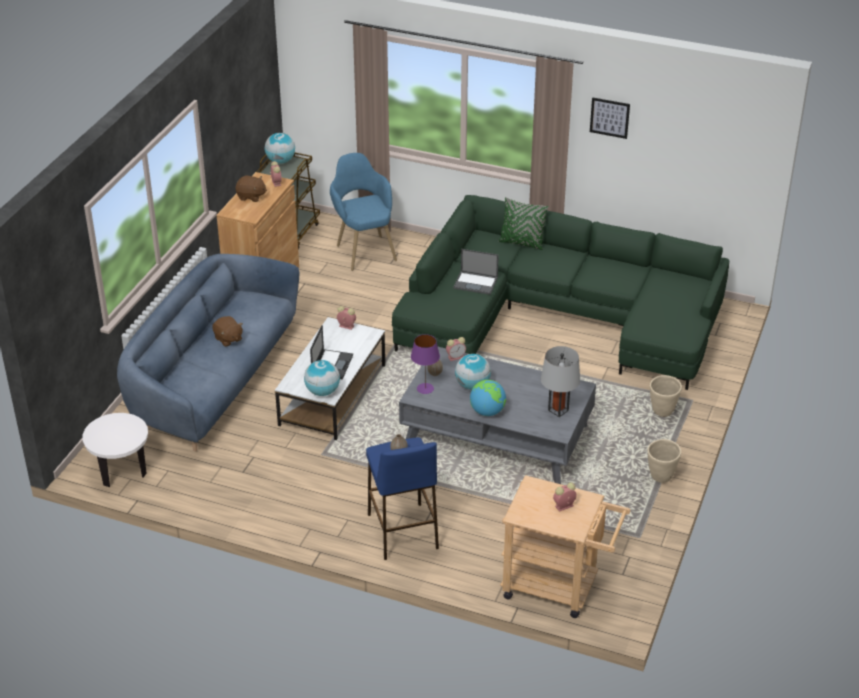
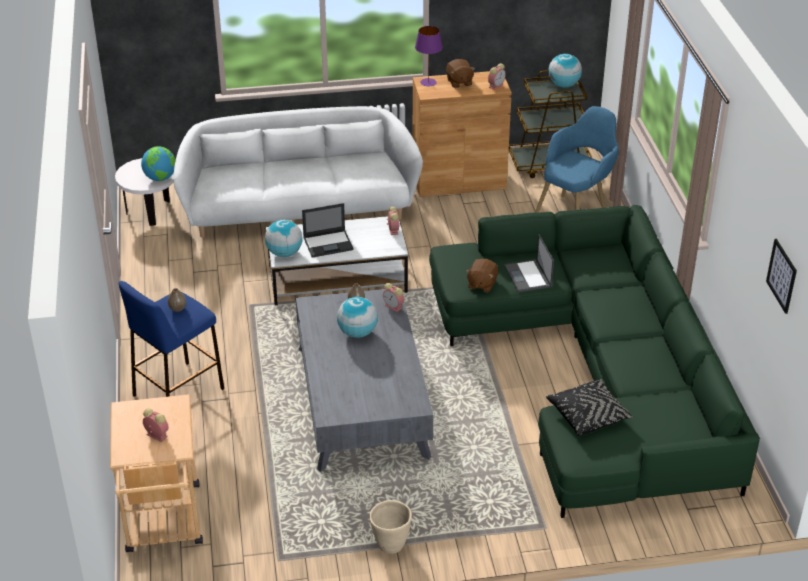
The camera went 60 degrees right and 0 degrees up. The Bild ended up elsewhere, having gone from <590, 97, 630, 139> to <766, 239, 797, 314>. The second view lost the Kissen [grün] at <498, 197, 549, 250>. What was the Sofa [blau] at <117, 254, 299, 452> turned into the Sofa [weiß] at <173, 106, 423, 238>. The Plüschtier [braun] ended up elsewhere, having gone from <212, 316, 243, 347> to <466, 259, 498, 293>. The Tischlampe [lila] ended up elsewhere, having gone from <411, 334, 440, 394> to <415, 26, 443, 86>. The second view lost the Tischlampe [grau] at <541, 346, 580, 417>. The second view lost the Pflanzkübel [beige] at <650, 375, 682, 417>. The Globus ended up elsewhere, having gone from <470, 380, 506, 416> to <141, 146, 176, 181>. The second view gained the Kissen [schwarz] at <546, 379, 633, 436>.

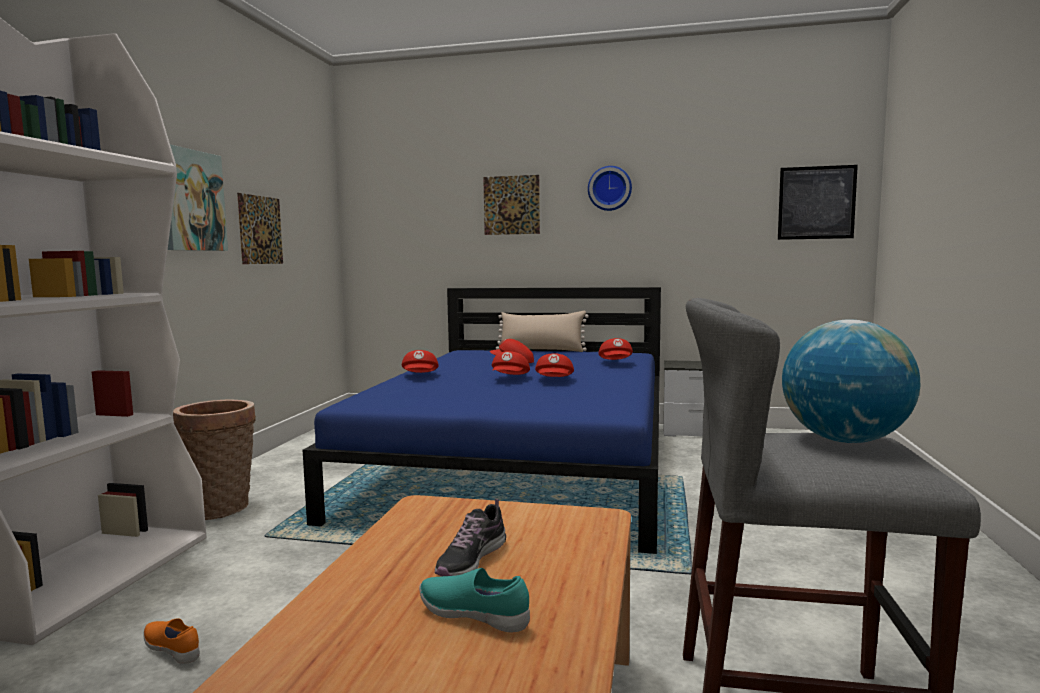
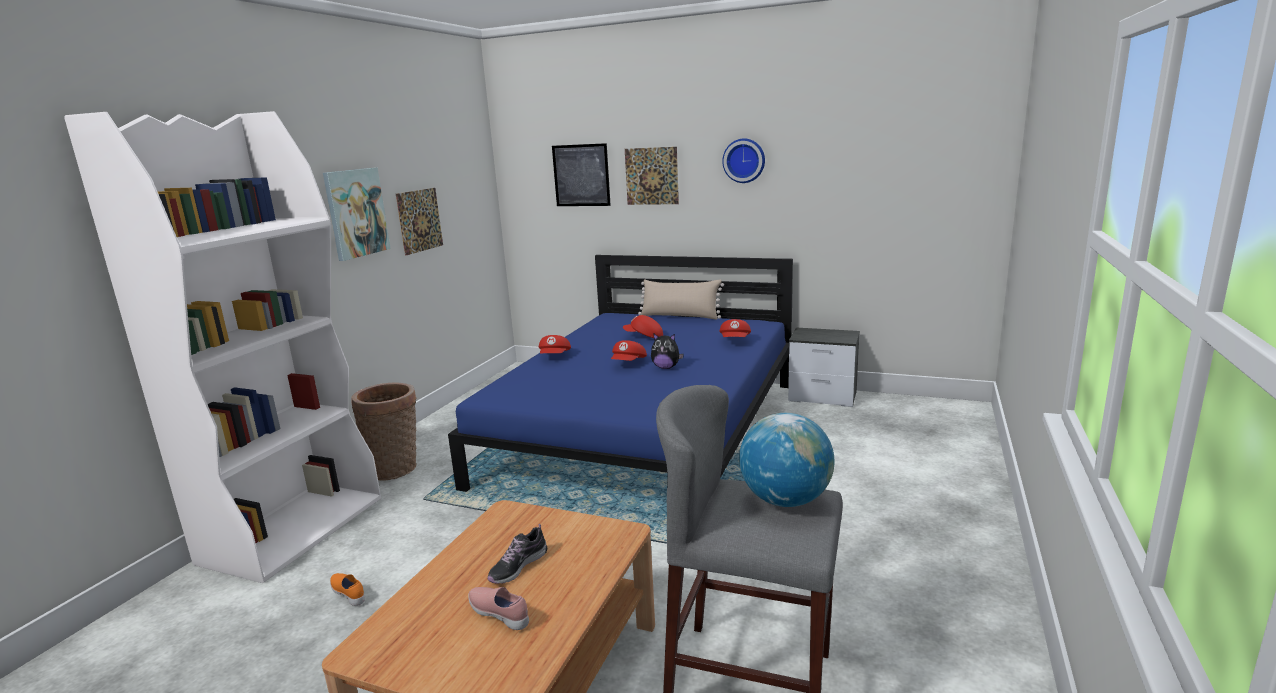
The camera went 10 degrees right and 10 degrees up. The Bild ended up elsewhere, having gone from <778, 165, 858, 240> to <552, 143, 611, 206>. Where the Kappe [rot] stood at <535, 353, 574, 377>, the Plüschtier came to stand at <651, 333, 684, 369>. What was the Schuh [türkis] at <419, 568, 530, 632> turned into the Schuh [rosa] at <468, 587, 529, 630>.

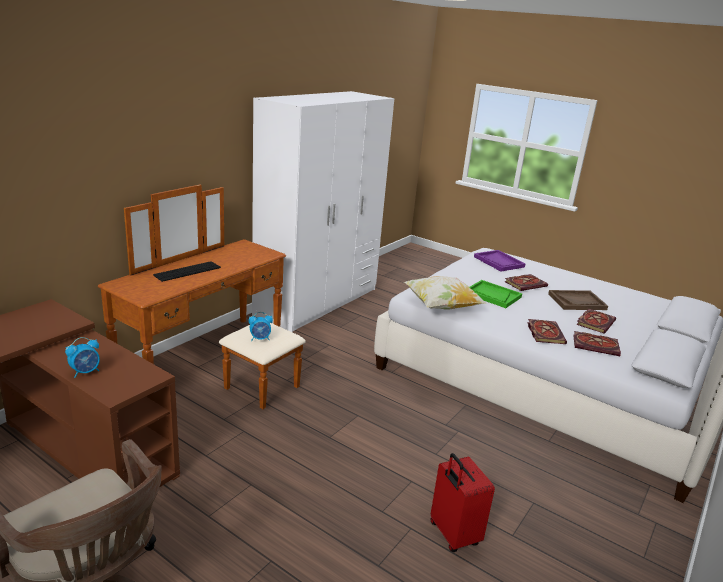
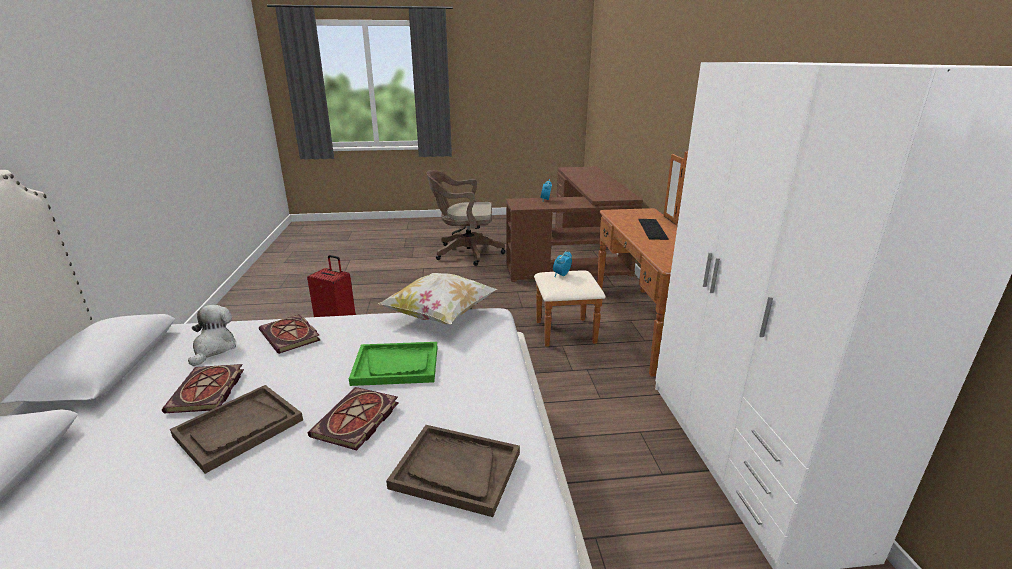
The camera went 140 degrees right and 0 degrees up. What was the Tablett [lila] at <474, 250, 525, 271> turned into the Tablett [braun] at <386, 425, 520, 517>. Where the Buch stood at <573, 331, 621, 356>, the Plüschtier came to stand at <188, 305, 236, 366>.

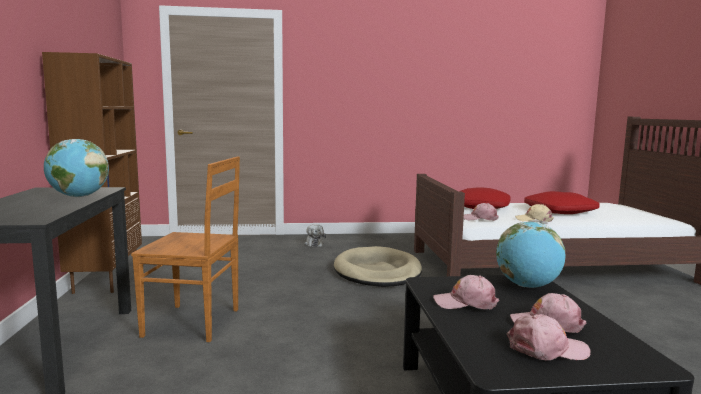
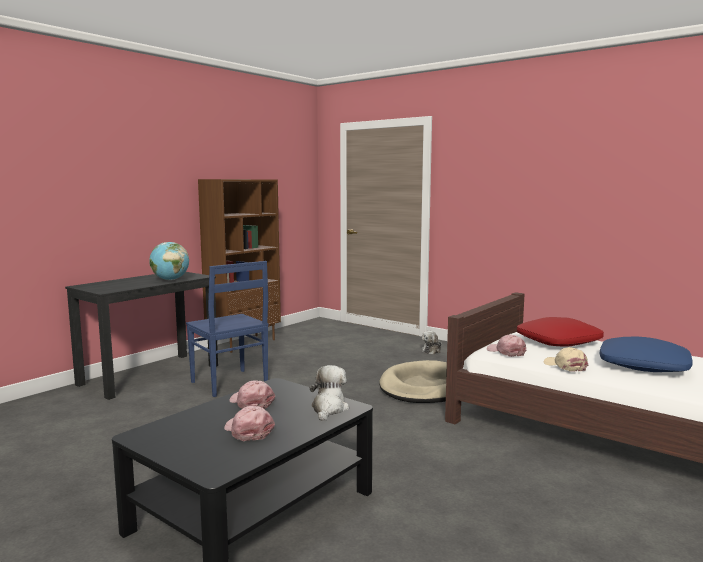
The camera went 45 degrees right and 0 degrees up. What was the Stuhl [braun] at <131, 156, 240, 342> turned into the Stuhl [blau] at <186, 261, 268, 397>. What was the Kissen [rot] at <524, 191, 600, 214> turned into the Kissen [blau] at <600, 336, 693, 372>. Where the Globus stood at <496, 222, 565, 288>, the Plüschtier came to stand at <309, 365, 349, 421>. The second view lost the Kappe [rosa] at <507, 314, 590, 361>.

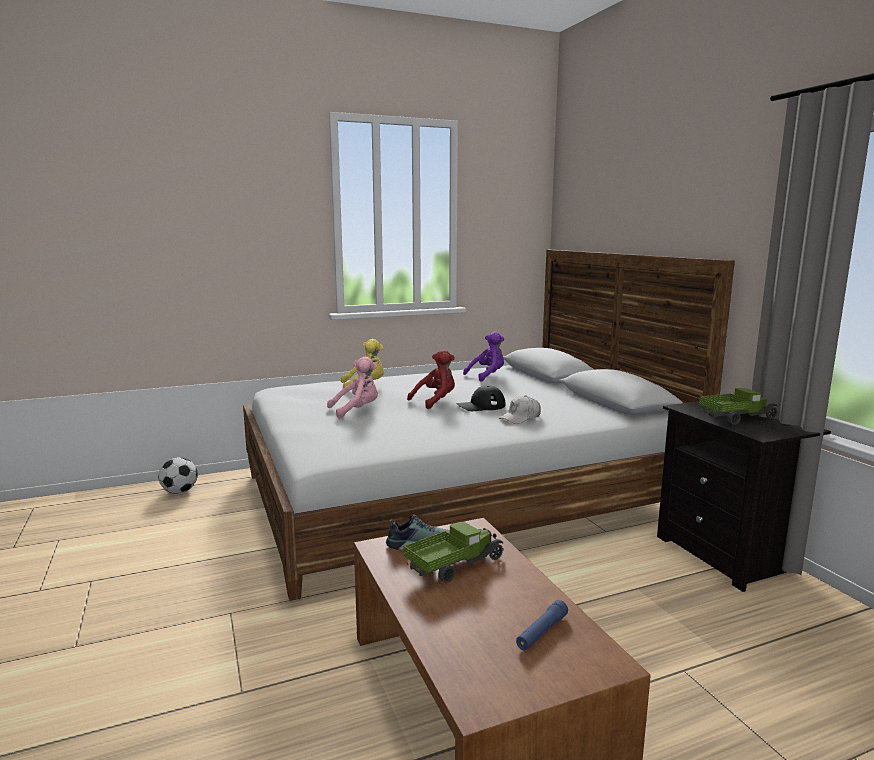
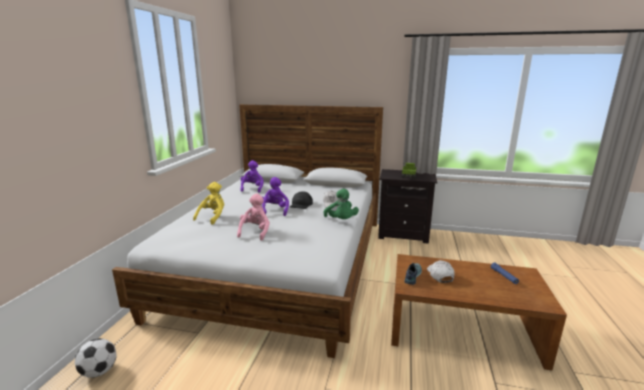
The camera went 55 degrees left and 5 degrees up. What was the Plüschtier [rot] at <407, 349, 455, 409> turned into the Plüschtier [lila] at <262, 177, 289, 216>. Where the Spielzeuglaster stood at <404, 522, 504, 583>, the Kappe [weiß] came to stand at <427, 260, 455, 283>. The second view gained the Plüschtier [grün] at <324, 189, 359, 219>.

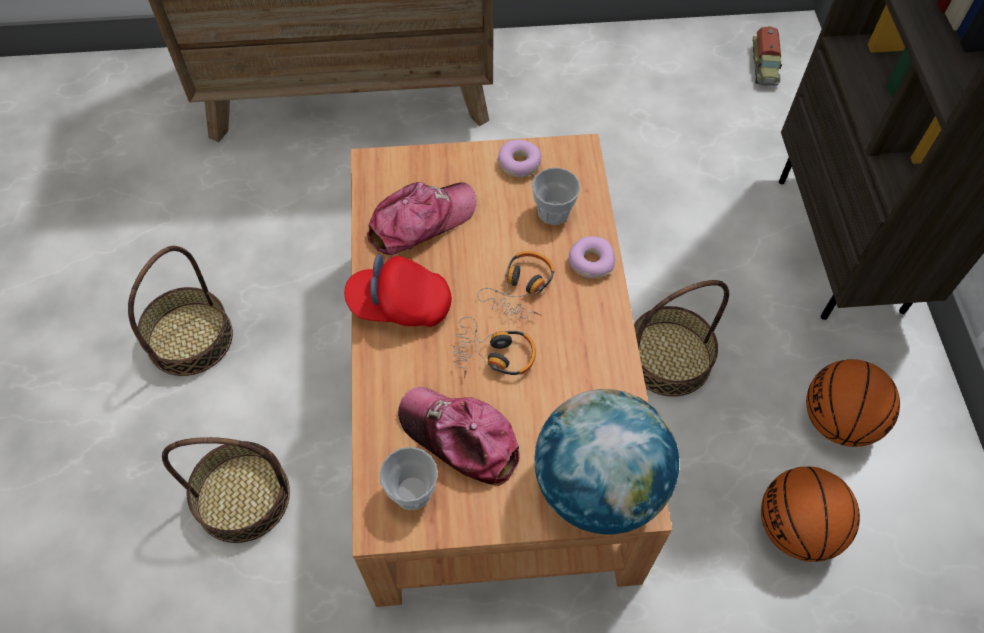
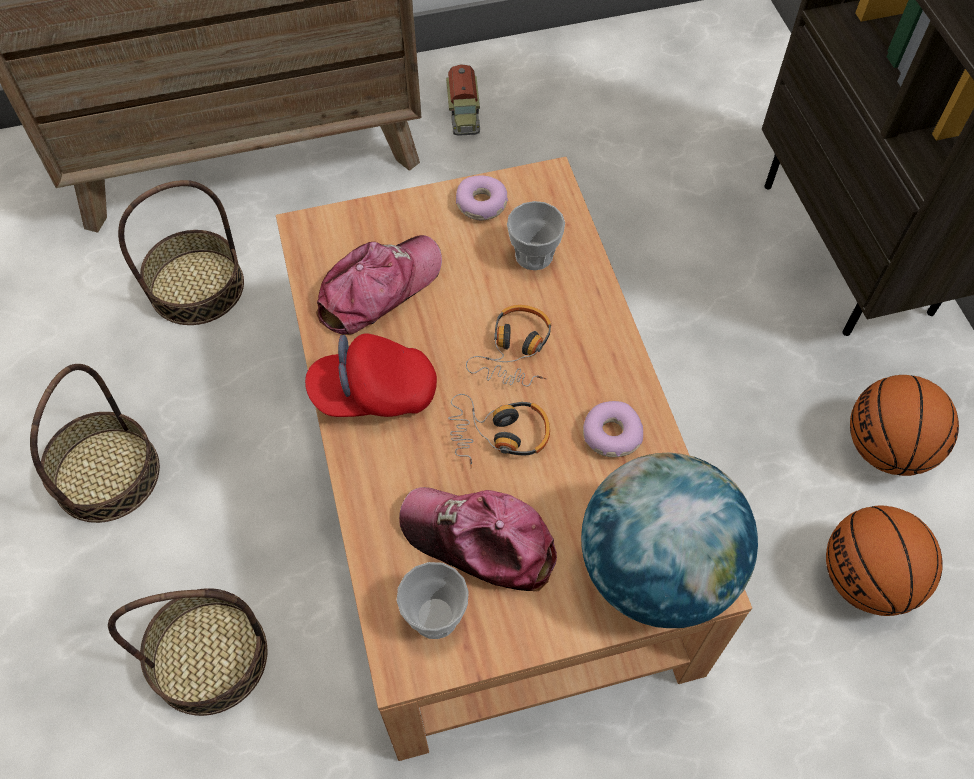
The camera went 10 degrees left and 0 degrees up. The Spielzeuglaster ended up elsewhere, having gone from <753, 26, 782, 86> to <446, 64, 480, 136>. The Donut ended up elsewhere, having gone from <569, 236, 616, 278> to <583, 401, 643, 457>. The Korb ended up elsewhere, having gone from <634, 280, 729, 396> to <118, 180, 244, 325>.

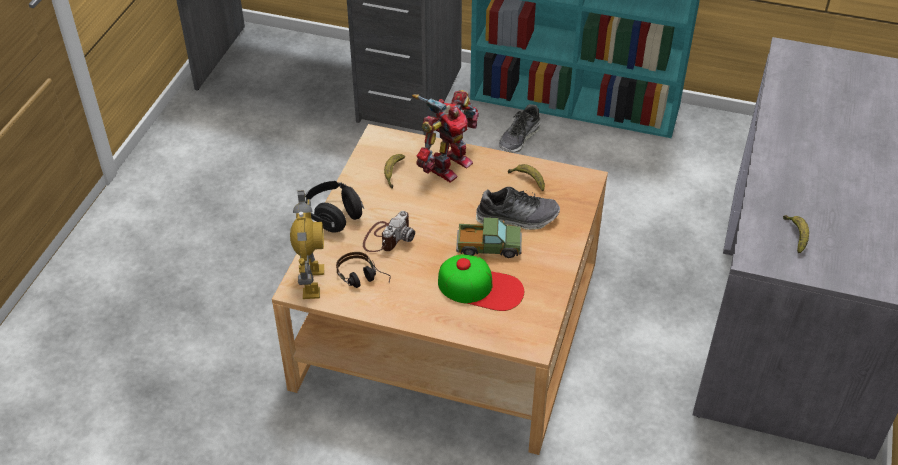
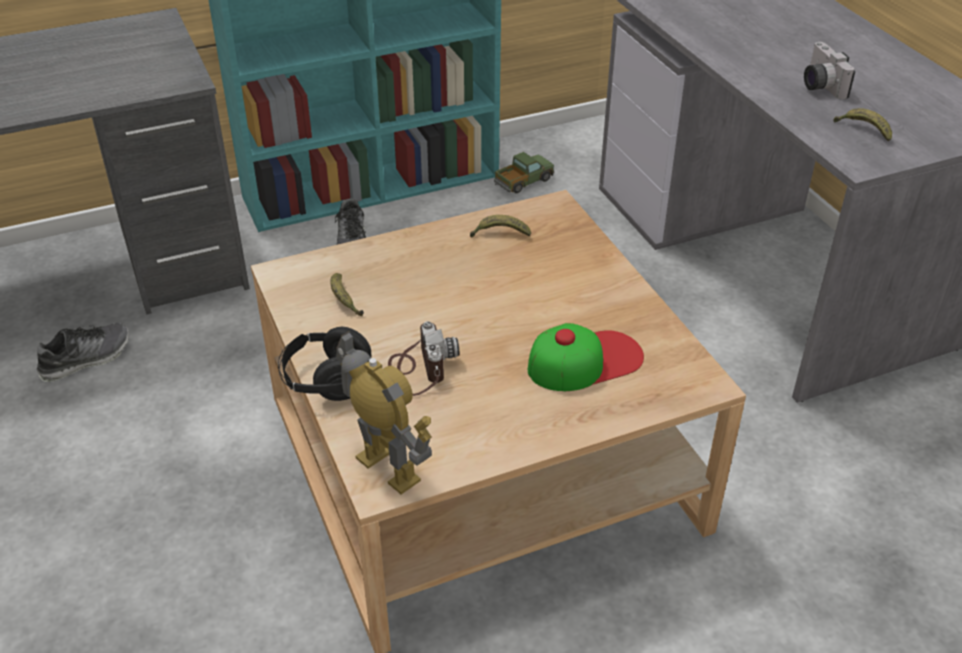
The camera went 40 degrees left and 5 degrees down. The second view lost the Spielzeugroboter at <412, 90, 479, 183>. The Schuh ended up elsewhere, having gone from <476, 187, 560, 230> to <37, 322, 129, 382>. The Spielzeuglaster ended up elsewhere, having gone from <456, 218, 522, 258> to <494, 152, 554, 193>. The second view lost the Kopfhörer at <336, 252, 391, 288>. The second view gained the Kamera at <804, 42, 855, 100>.

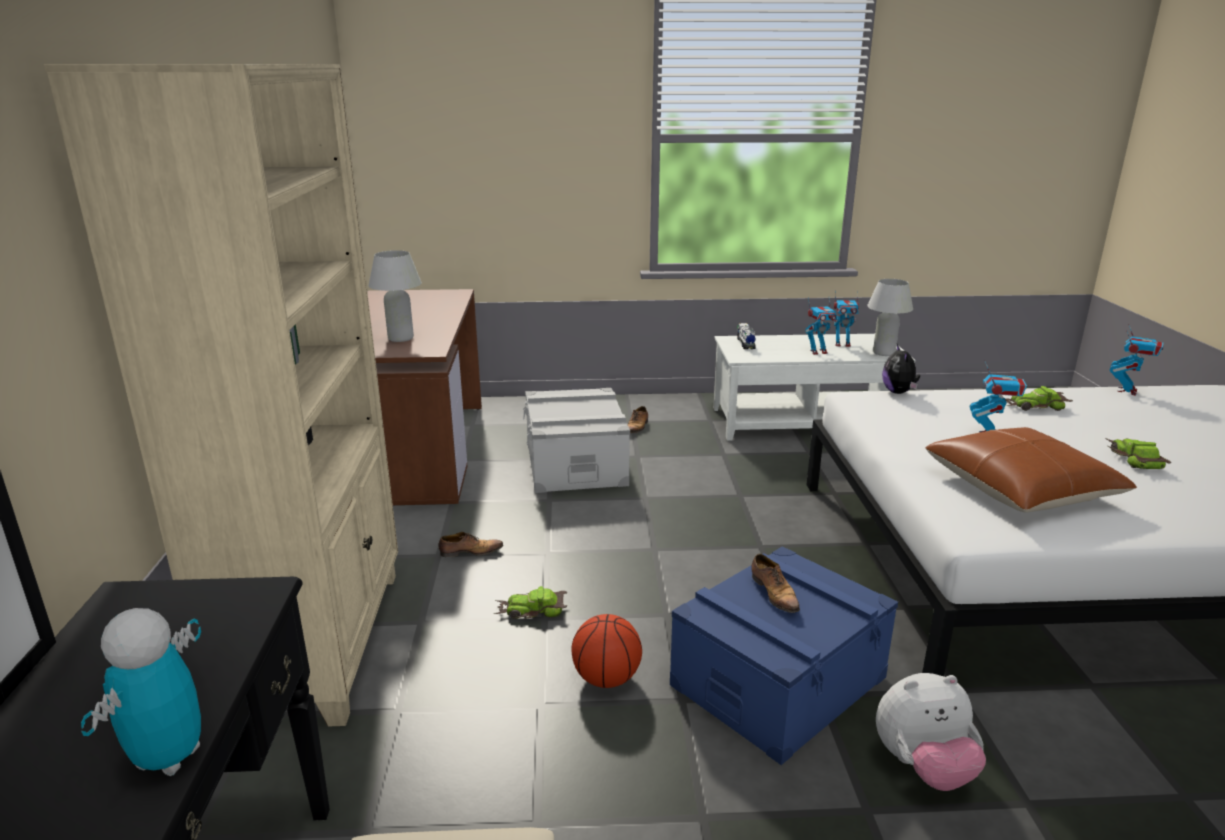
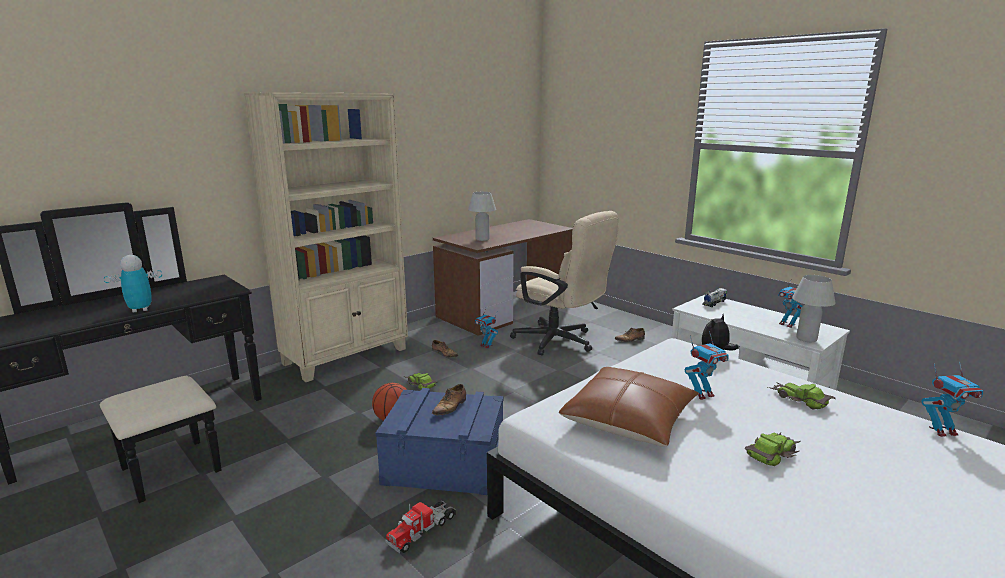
The camera went 50 degrees right and 5 degrees down. The Spielzeugroboter ended up elsewhere, having gone from <806, 297, 837, 355> to <475, 308, 498, 349>. Where the Aufbewahrungsbox [grau] stood at <523, 388, 630, 493>, the Bürostuhl [beige] came to stand at <510, 211, 619, 356>. Where the Plüschtier stood at <876, 673, 986, 791>, the Spielzeuglaster came to stand at <385, 501, 456, 554>.

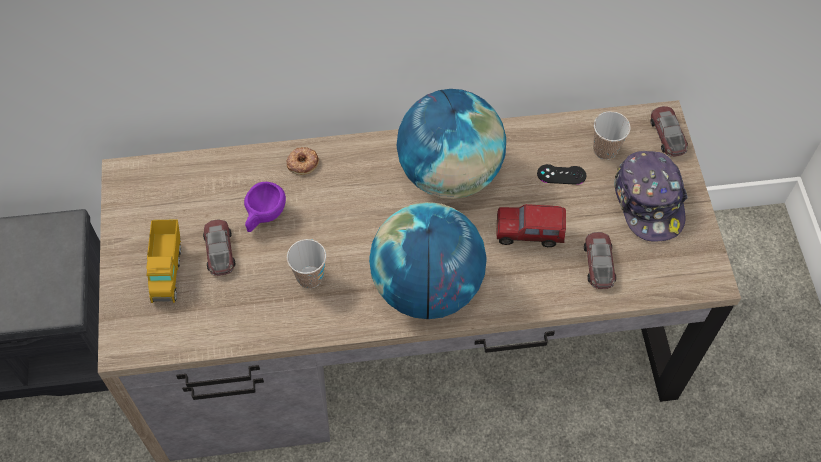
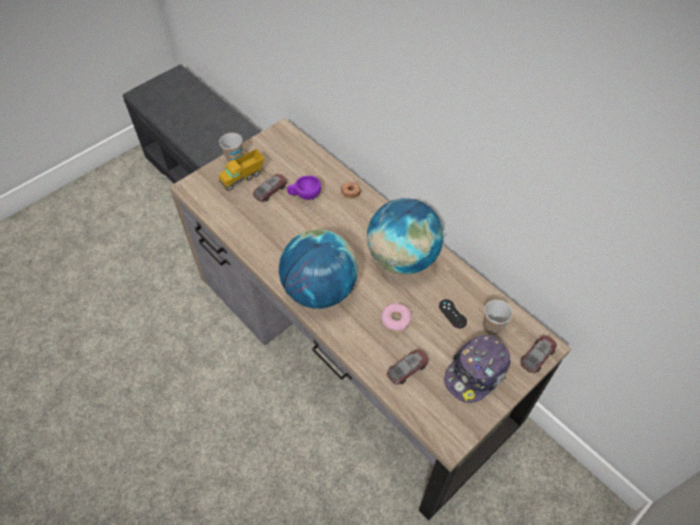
The camera went 55 degrees right and 5 degrees down. Where the Spielzeuglaster stood at <496, 204, 566, 247>, the Donut came to stand at <381, 303, 412, 333>. The Tasse ended up elsewhere, having gone from <287, 239, 326, 289> to <219, 133, 242, 162>.

